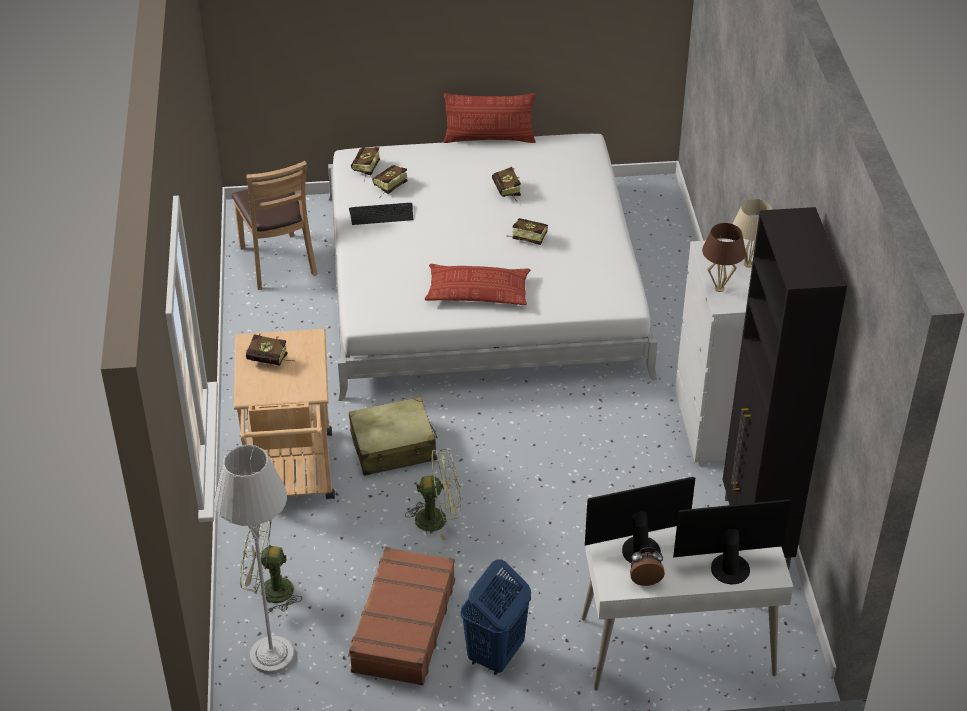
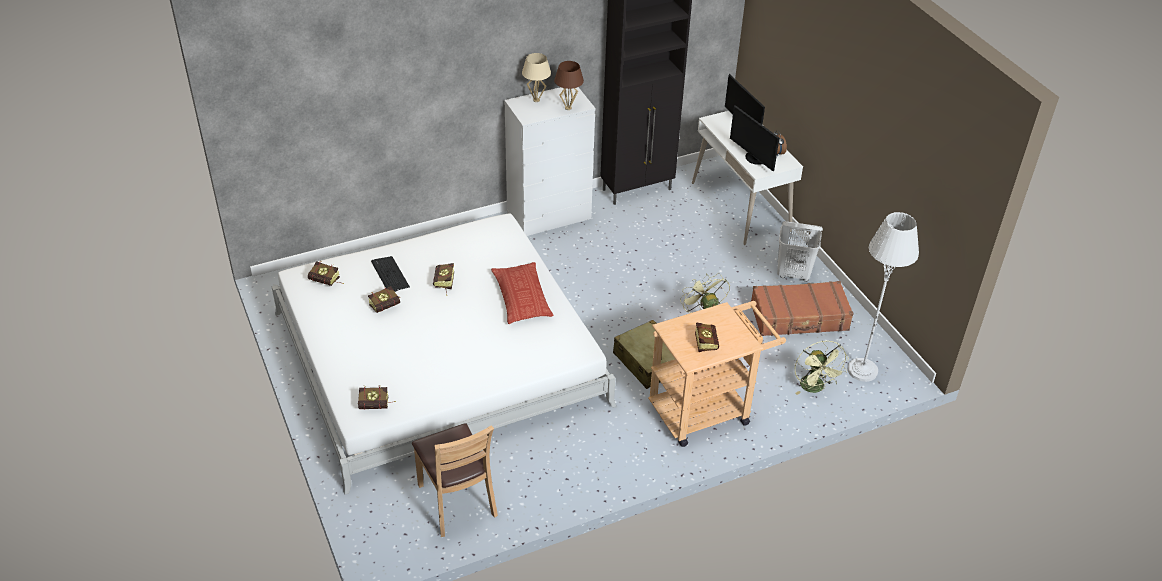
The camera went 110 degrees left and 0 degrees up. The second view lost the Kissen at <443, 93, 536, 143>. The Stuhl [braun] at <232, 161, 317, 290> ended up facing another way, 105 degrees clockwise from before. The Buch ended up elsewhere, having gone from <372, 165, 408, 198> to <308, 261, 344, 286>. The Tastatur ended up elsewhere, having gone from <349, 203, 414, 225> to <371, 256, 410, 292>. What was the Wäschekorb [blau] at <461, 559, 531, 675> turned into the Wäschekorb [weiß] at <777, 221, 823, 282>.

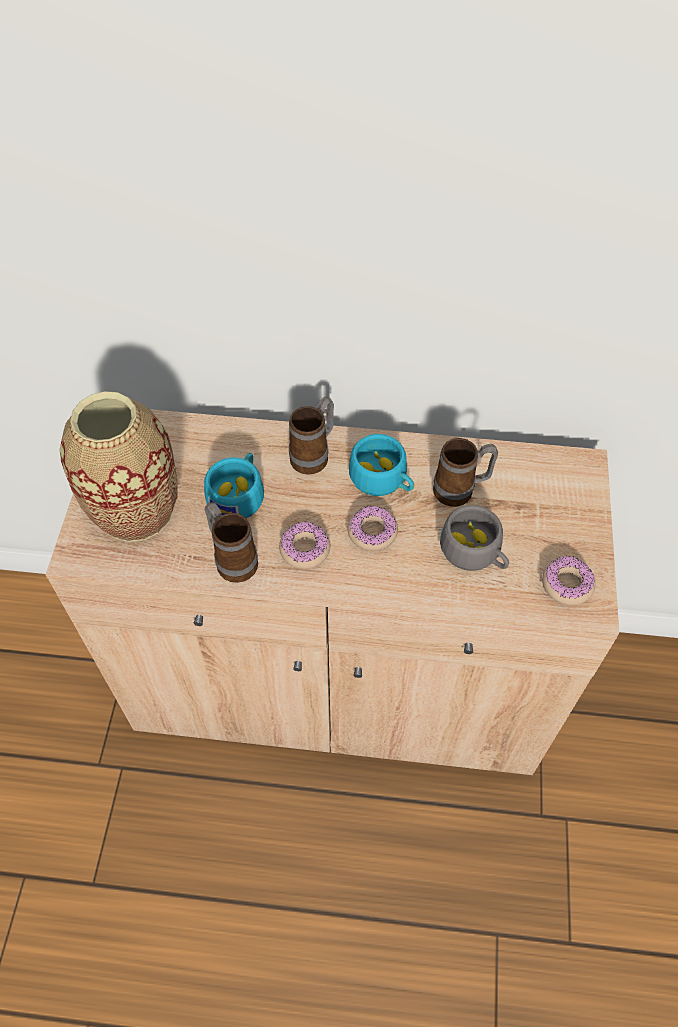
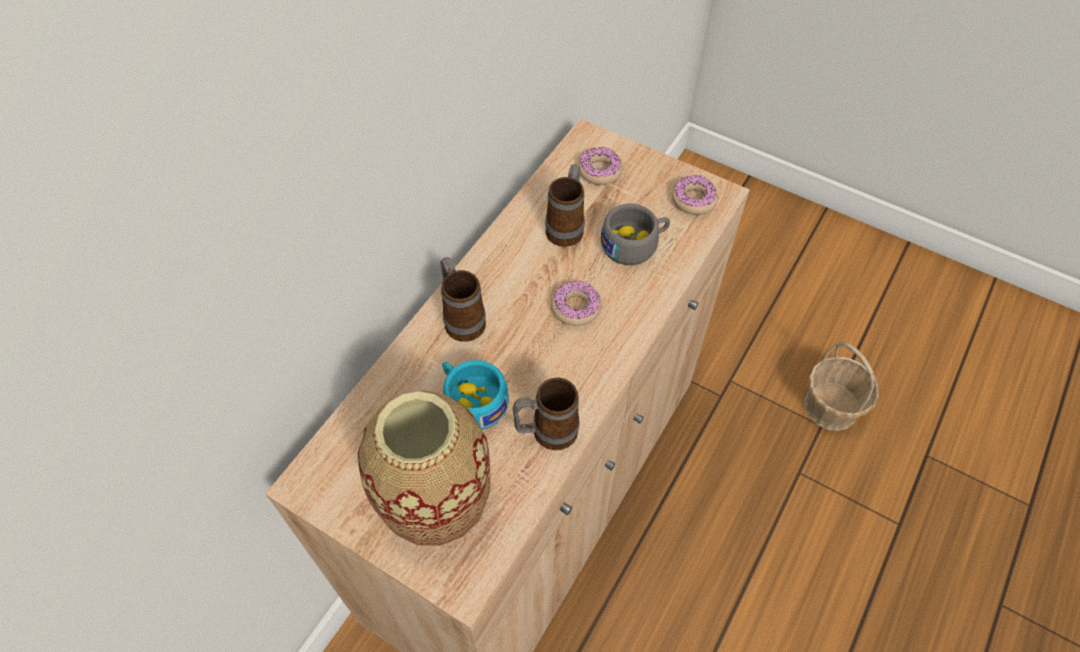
The camera went 65 degrees left and 0 degrees up. The second view lost the Tasse [türkis] at <349, 434, 414, 496>. The Donut ended up elsewhere, having gone from <279, 522, 330, 569> to <578, 147, 623, 185>. The second view gained the Korb at <804, 341, 879, 431>.

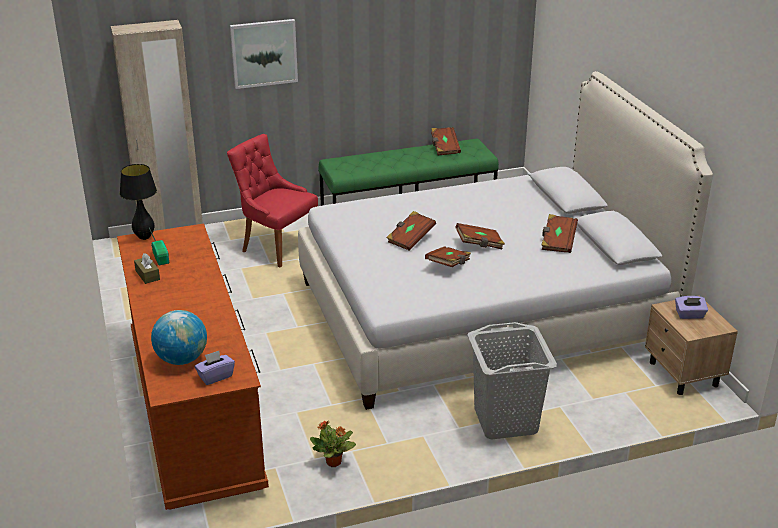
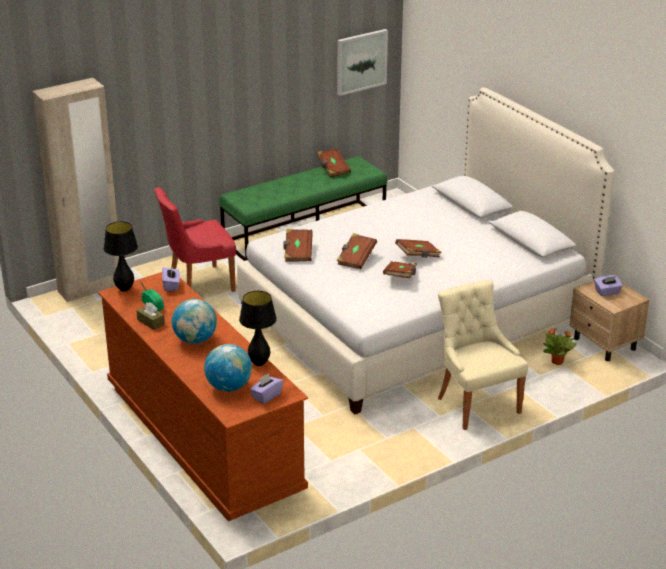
The camera went 15 degrees left and 0 degrees up. The Bild ended up elsewhere, having gone from <230, 19, 298, 89> to <337, 29, 388, 96>. The Stuhl [rot] at <227, 134, 318, 268> ended up facing another way, 45 degrees counterclockwise from before. The Buch [braun] ended up elsewhere, having gone from <541, 214, 578, 253> to <283, 229, 313, 262>. Where the Wäschekorb [grau] stood at <468, 322, 557, 439>, the Stuhl [beige] came to stand at <438, 280, 528, 430>. The Topfpflanze ended up elsewhere, having gone from <310, 420, 356, 467> to <543, 328, 576, 365>. The second view gained the Taschentuchbox [lila] at <162, 267, 180, 291>. The second view gained the Tischlampe [schwarz] at <239, 291, 277, 366>. The second view gained the Globus at <172, 299, 217, 344>.

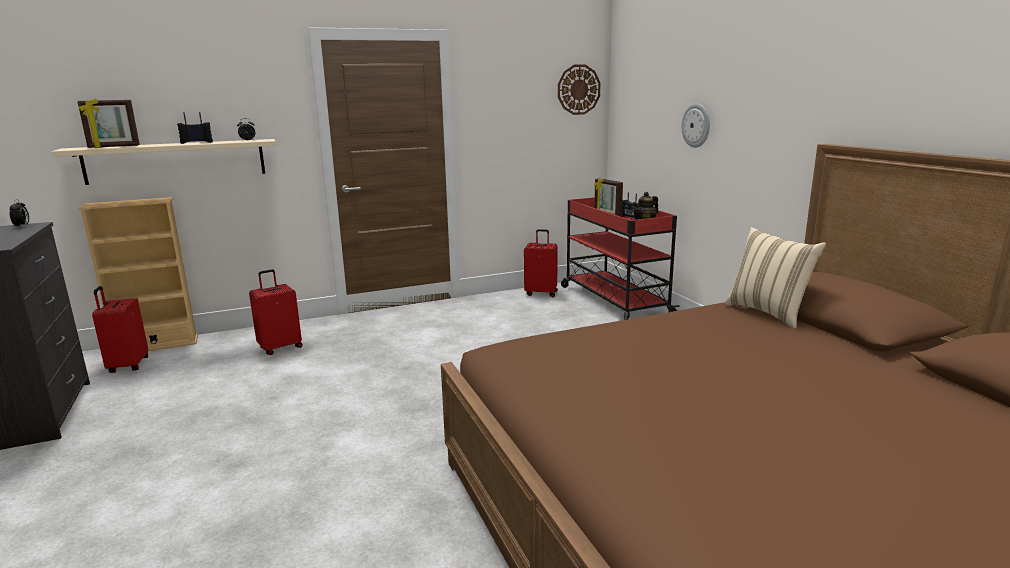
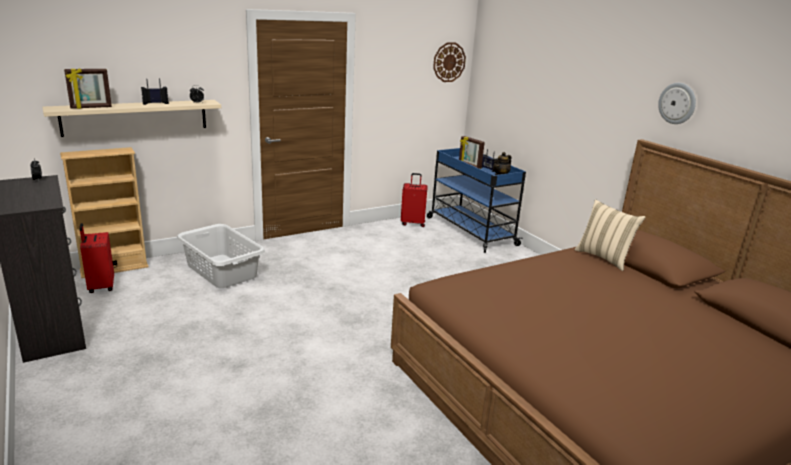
The camera went 10 degrees left and 5 degrees up. The Wanduhr ended up elsewhere, having gone from <681, 103, 710, 148> to <658, 83, 696, 124>. What was the Rollwagen [rot] at <561, 197, 680, 320> turned into the Rollwagen [blau] at <427, 148, 526, 253>. Where the Koffer [rot] stood at <249, 269, 303, 355>, the Wäschekorb [grau] came to stand at <177, 224, 265, 288>.

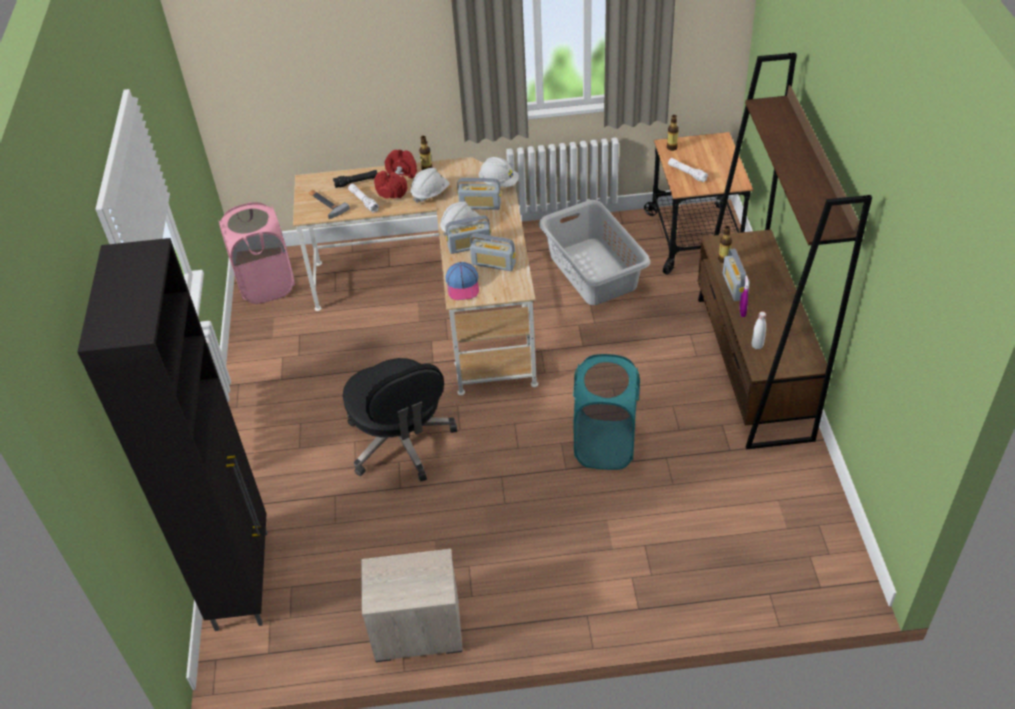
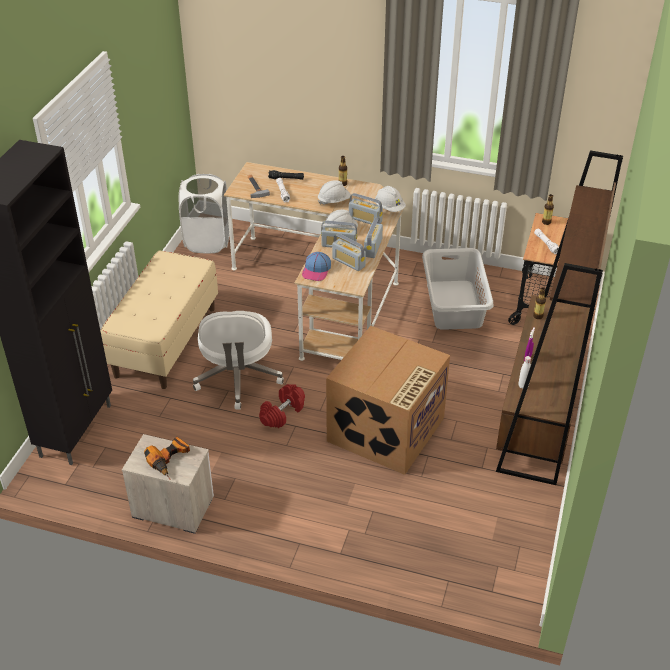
The camera went 20 degrees right and 5 degrees down. The Hantel [rot] ended up elsewhere, having gone from <374, 150, 417, 198> to <259, 384, 305, 428>. What was the Wäschekorb [rosa] at <218, 202, 295, 304> turned into the Wäschekorb [weiß] at <179, 174, 229, 253>. The Radio ended up elsewhere, having gone from <723, 248, 750, 301> to <364, 217, 383, 258>. Where the Wäschekorb [türkis] stood at <573, 354, 640, 470>, the Karton came to stand at <326, 326, 450, 475>. What was the Bürostuhl [schwarz] at <343, 358, 457, 482> turned into the Bürostuhl [weiß] at <193, 311, 284, 410>. The second view gained the Bank [beige] at <101, 250, 218, 389>. The second view gained the Bohrmaschine at <144, 437, 190, 480>.

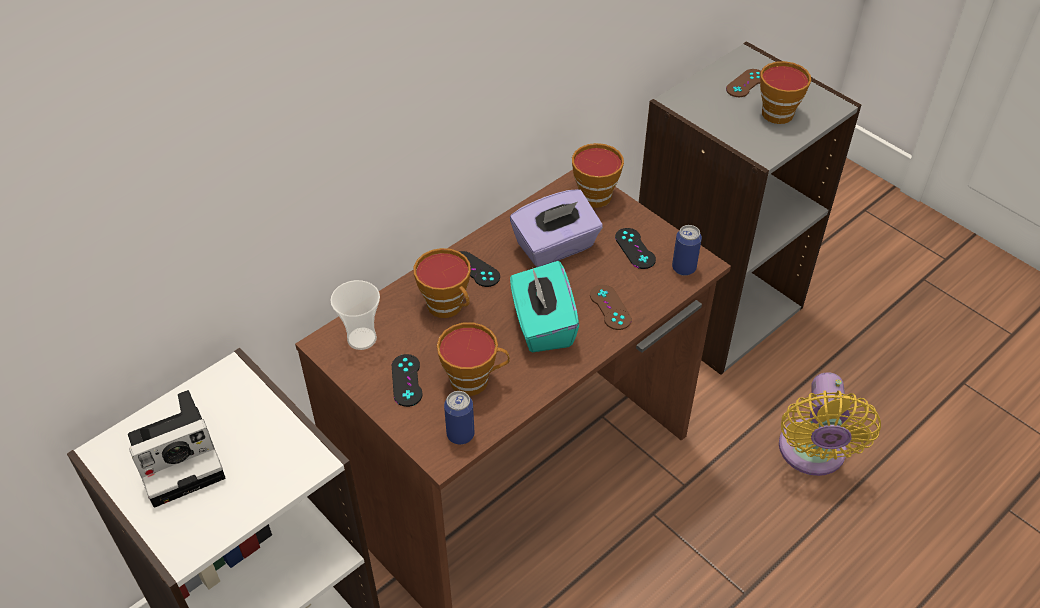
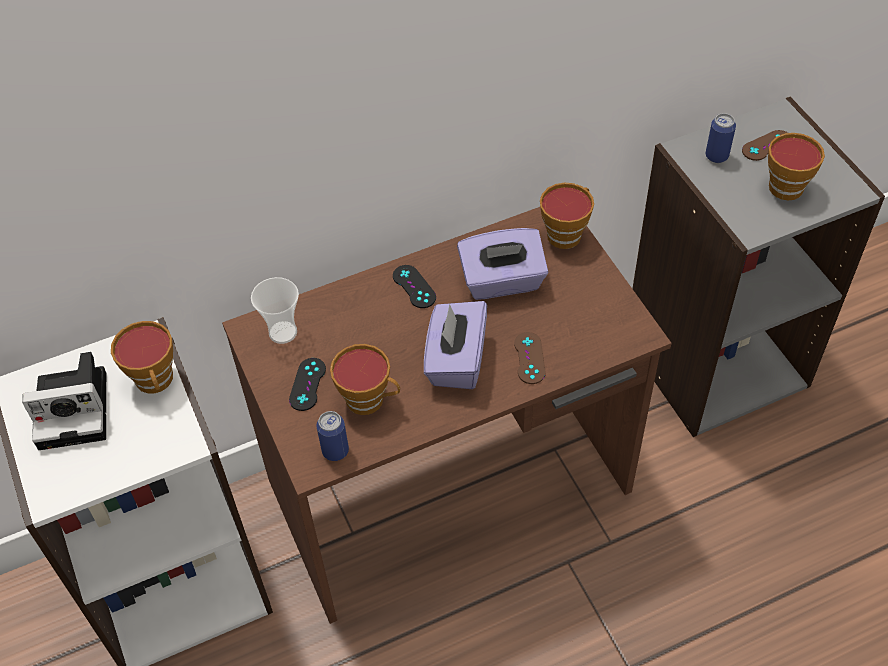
The camera went 20 degrees right and 5 degrees up. The Dose ended up elsewhere, having gone from <672, 225, 702, 276> to <705, 113, 736, 163>. The second view lost the Gamepad [schwarz] at <615, 228, 656, 269>. The Tasse ended up elsewhere, having gone from <414, 248, 471, 318> to <111, 321, 173, 394>. What was the Taschentuchbox [türkis] at <510, 261, 579, 352> turned into the Taschentuchbox [lila] at <424, 301, 487, 389>. The second view lost the Ventilator [gelb] at <779, 372, 881, 476>.

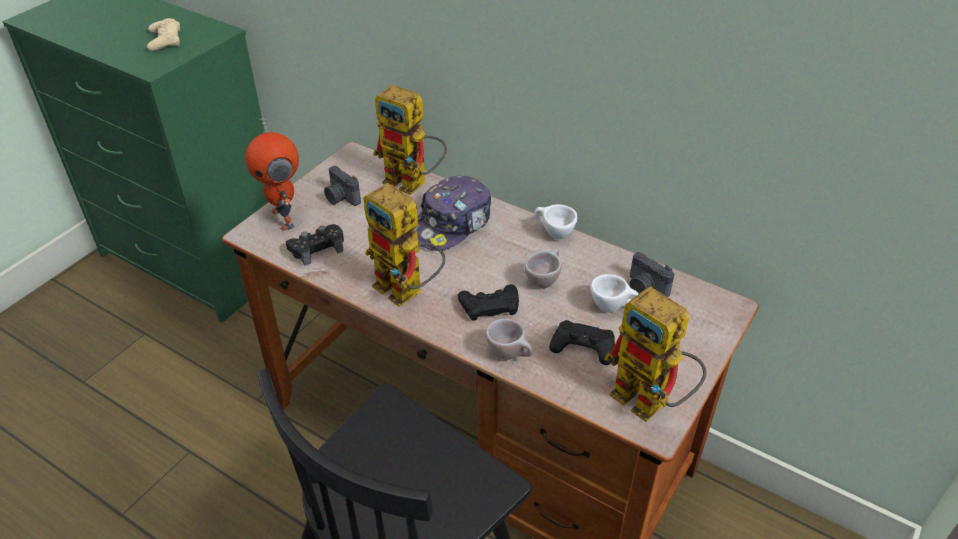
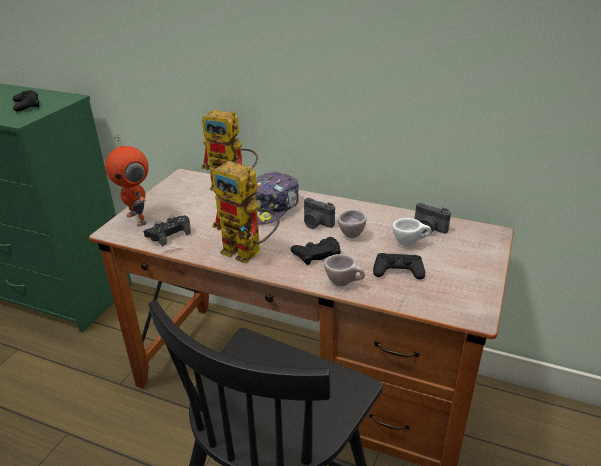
The camera went 10 degrees left and 10 degrees down. What was the Gamepad [beige] at <147, 18, 180, 51> turned into the Gamepad [schwarz] at <12, 90, 39, 111>. The Kamera ended up elsewhere, having gone from <324, 166, 361, 206> to <304, 198, 335, 229>. The second view lost the Tasse [weiß] at <534, 204, 577, 240>. The second view lost the Spielzeugroboter at <604, 287, 707, 422>.

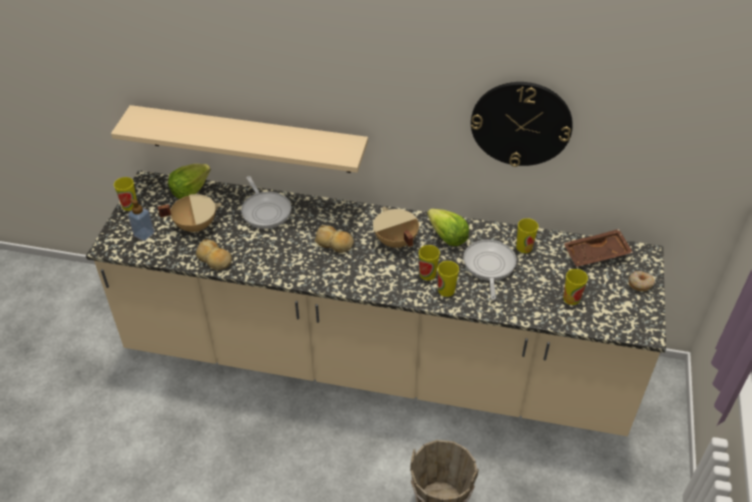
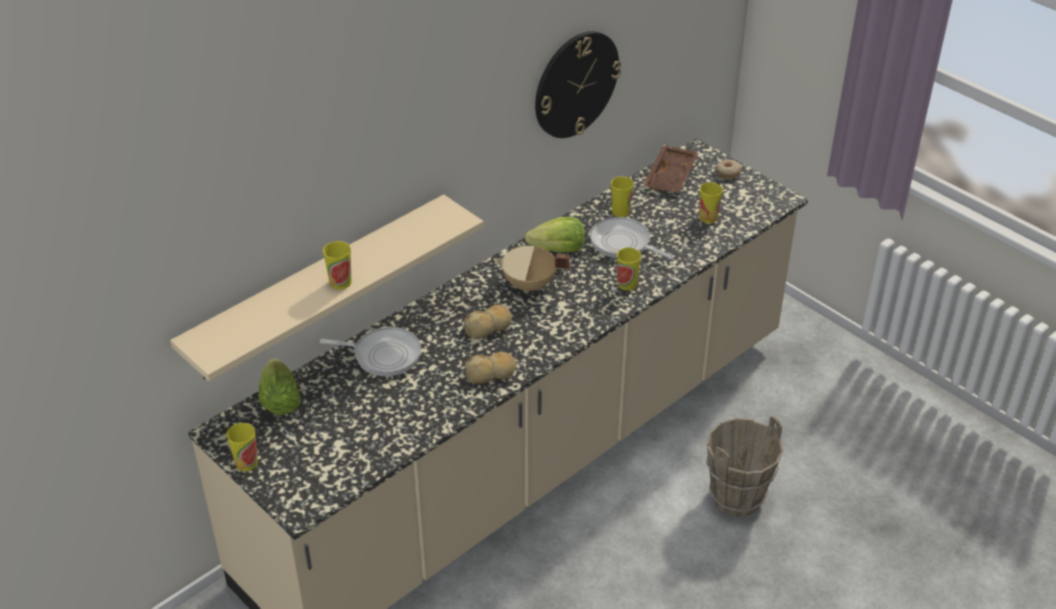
The camera went 55 degrees left and 5 degrees down. The second view lost the Kochtopf [beige] at <158, 194, 221, 233>. The second view lost the Seifenspender at <128, 199, 154, 241>. The Brot ended up elsewhere, having gone from <196, 239, 232, 270> to <465, 352, 517, 384>. The Tasse ended up elsewhere, having gone from <419, 245, 440, 281> to <323, 241, 352, 290>.

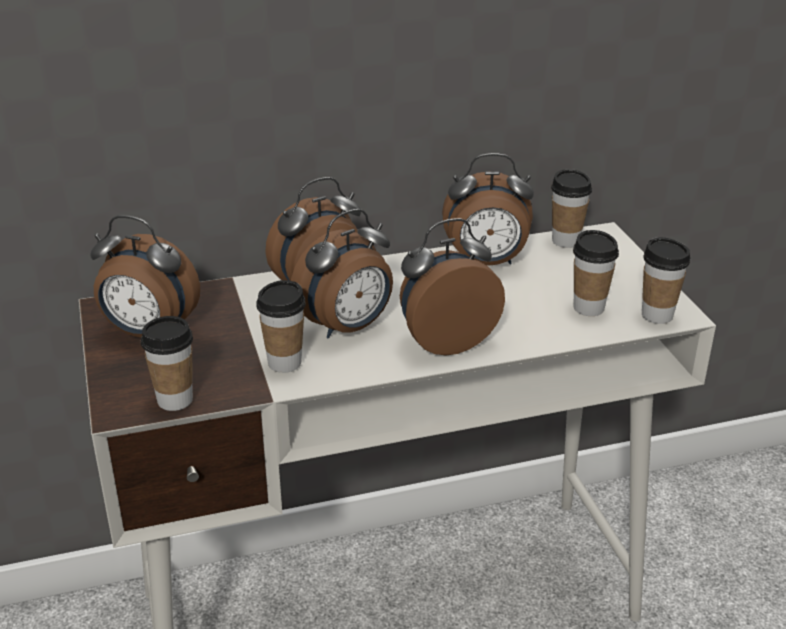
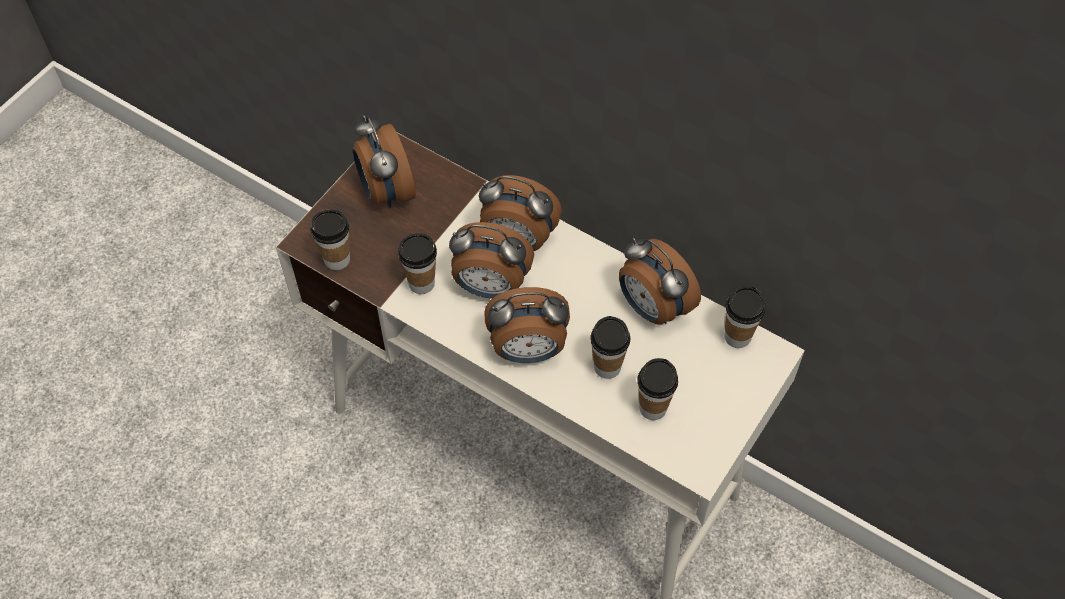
The camera went 50 degrees right and 25 degrees up. The Wecker at <400, 218, 505, 355> ended up facing another way, 150 degrees clockwise from before. The Tasse ended up elsewhere, having gone from <642, 237, 691, 324> to <590, 316, 630, 379>.

